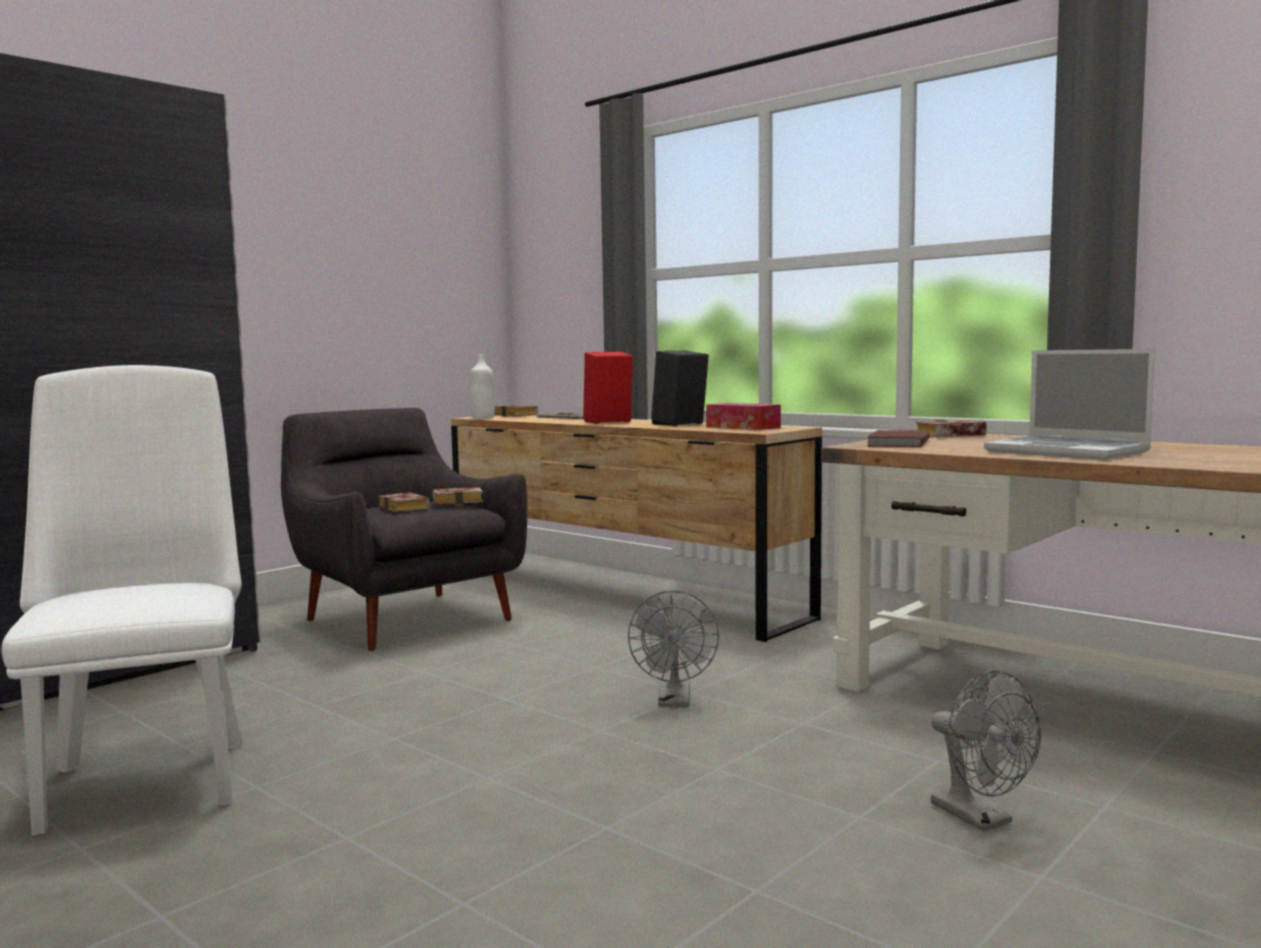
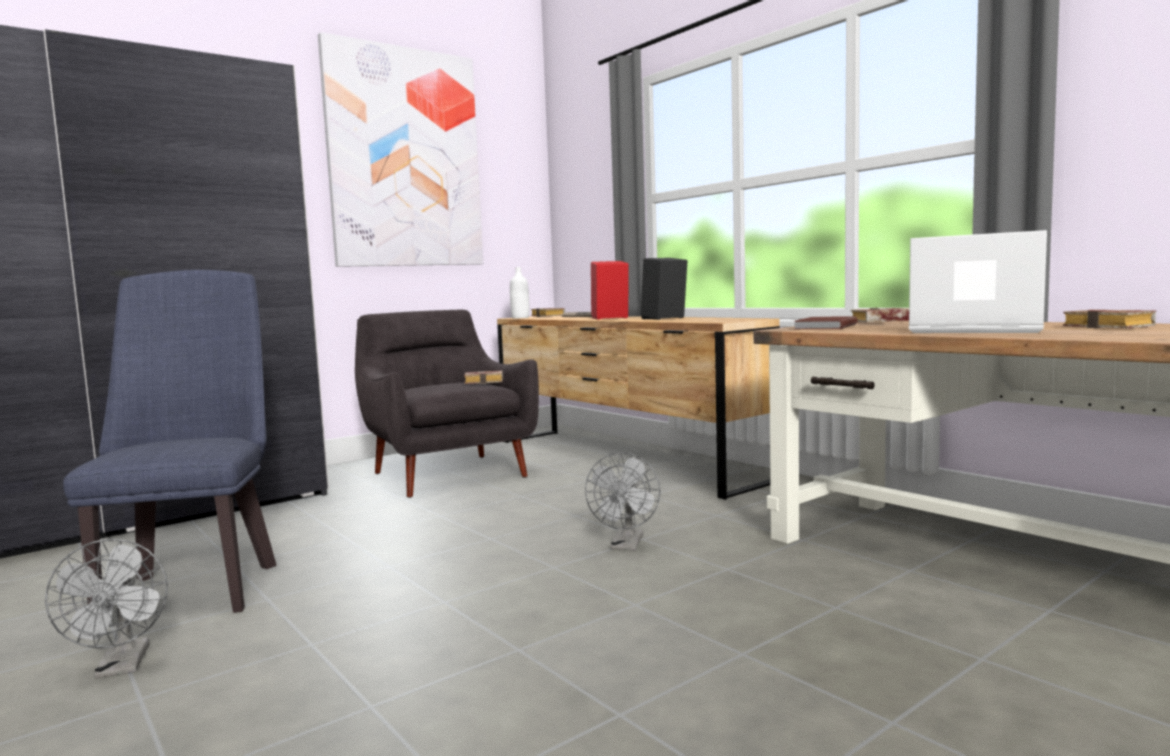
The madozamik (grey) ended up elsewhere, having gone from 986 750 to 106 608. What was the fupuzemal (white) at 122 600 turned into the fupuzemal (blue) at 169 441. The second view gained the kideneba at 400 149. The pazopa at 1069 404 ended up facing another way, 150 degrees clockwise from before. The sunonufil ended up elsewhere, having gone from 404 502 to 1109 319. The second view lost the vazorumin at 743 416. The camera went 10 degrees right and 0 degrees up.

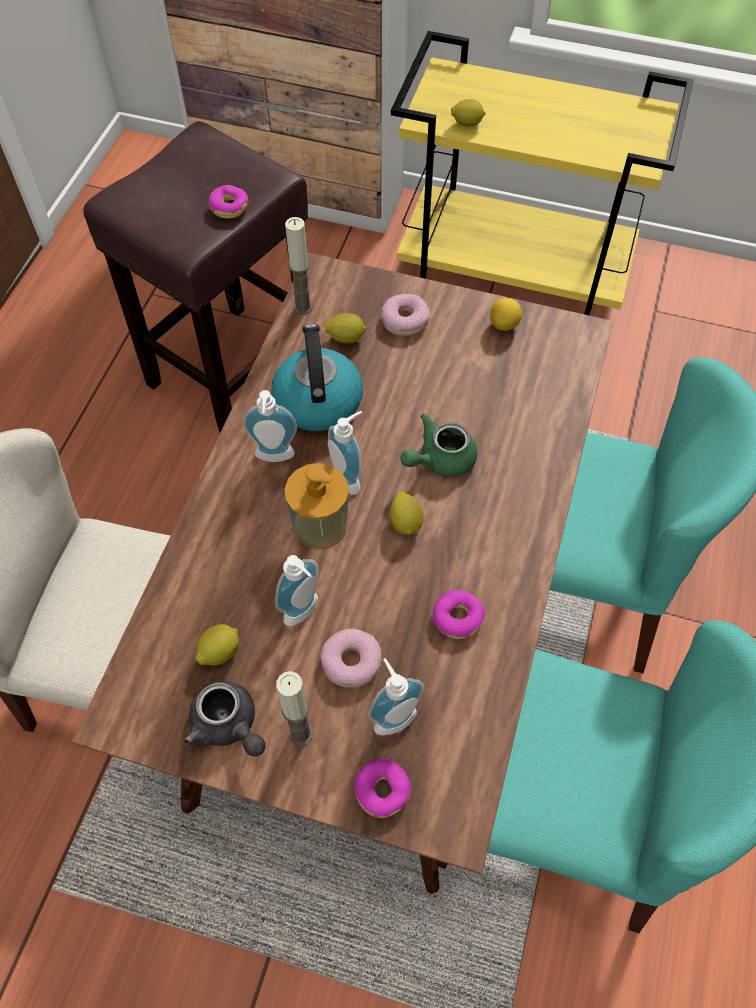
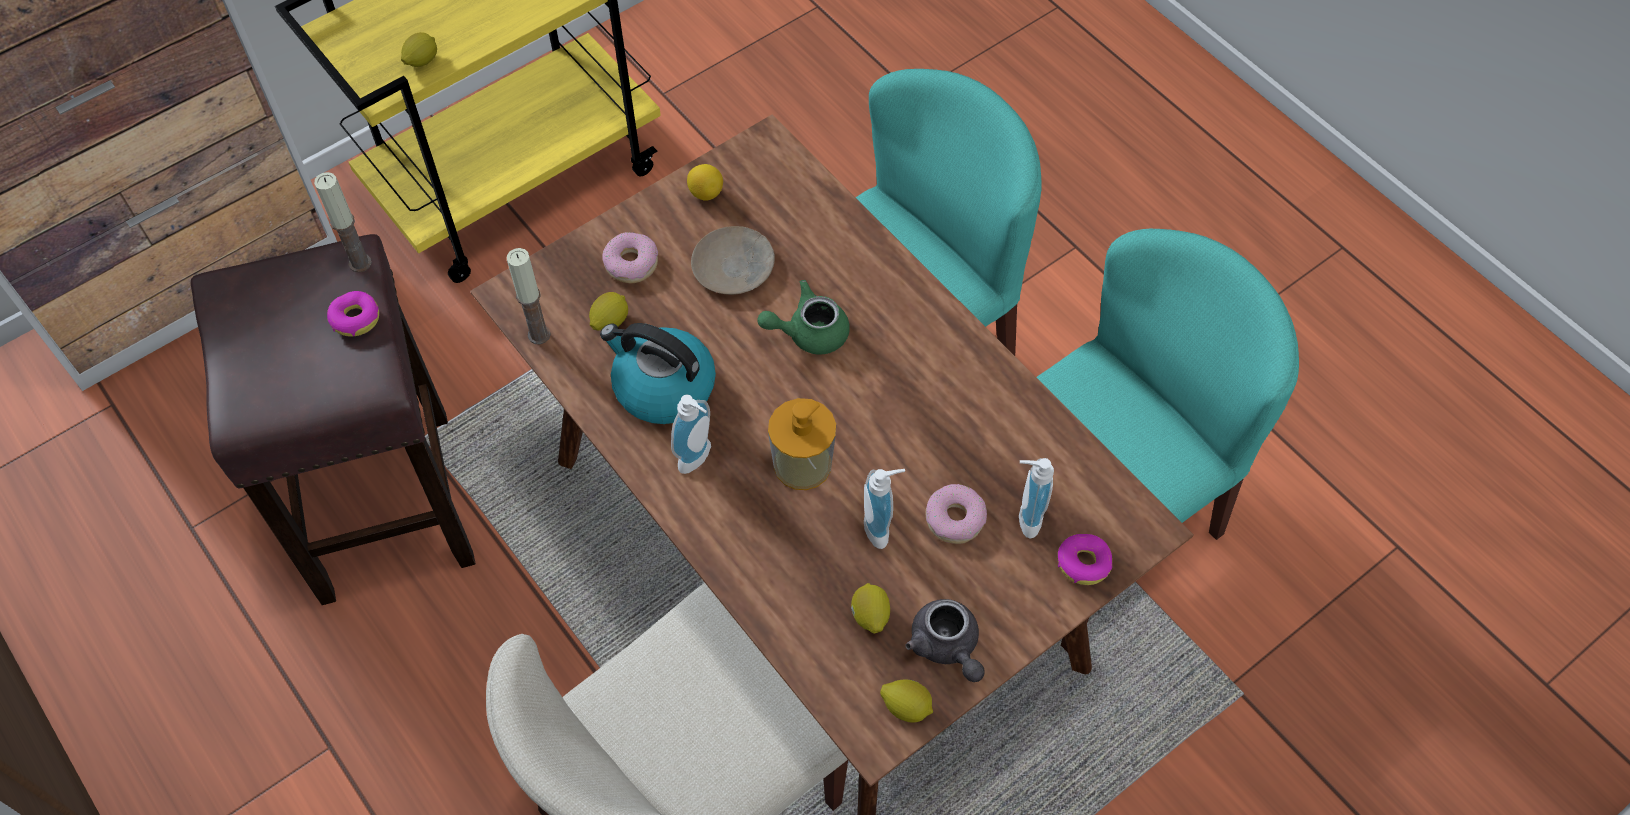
The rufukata ended up elsewhere, having gone from 294 708 to 343 222. The second view gained the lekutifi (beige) at 733 260. The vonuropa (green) at 439 445 ended up facing another way, 75 degrees clockwise from before. The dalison ended up elsewhere, having gone from 407 513 to 906 701. The vonuropa (grey) at 224 718 ended up facing another way, 75 degrees clockwise from before. The second view lost the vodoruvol at 345 453. The second view lost the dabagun at 459 614. The camera went 55 degrees left and 0 degrees up.

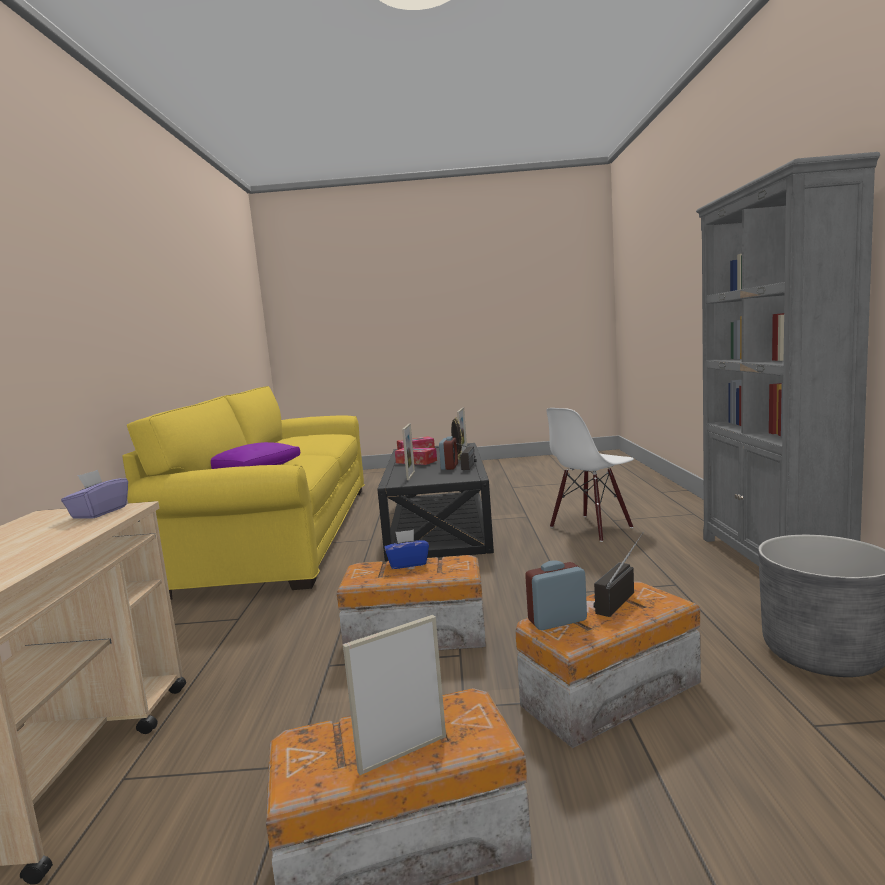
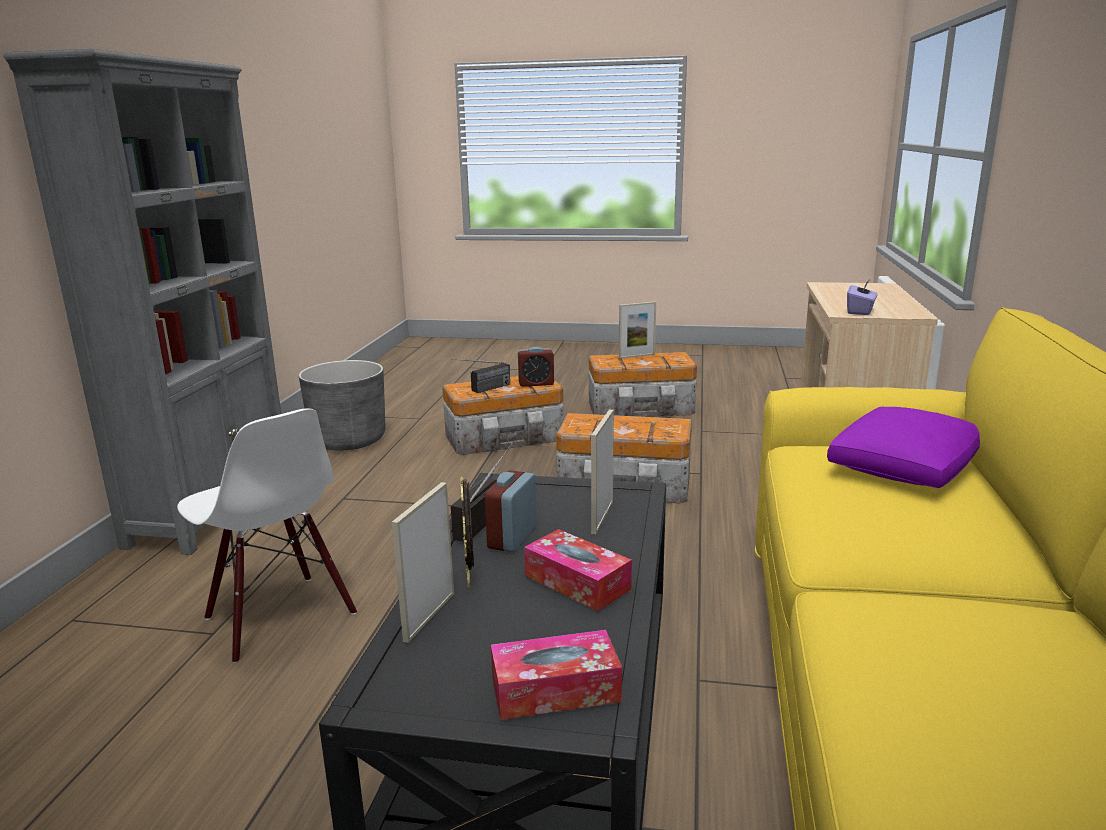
The fupuzemal (white) at 590 475 ended up facing another way, 75 degrees clockwise from before. The second view lost the vazorumin (blue) at 406 549. The camera went 170 degrees left and 10 degrees up.

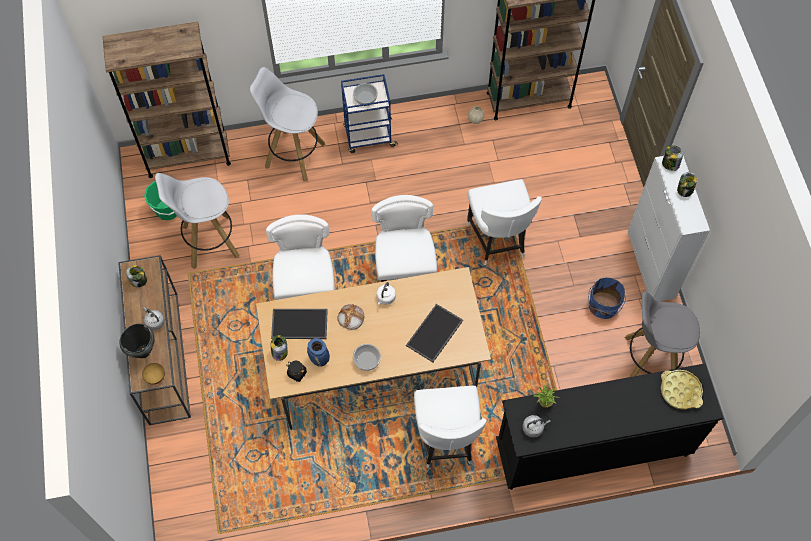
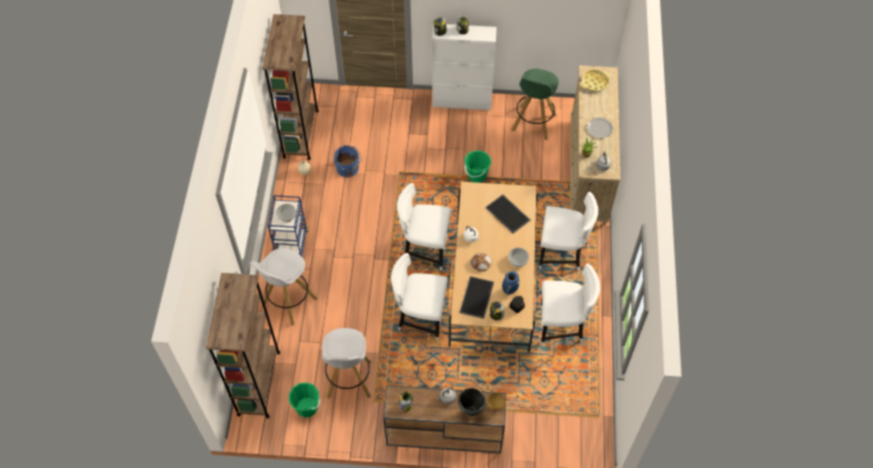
The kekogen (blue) ended up elsewhere, having gone from 607 298 to 348 161. The second view gained the kekogen (green) at 477 167. What was the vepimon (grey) at 662 334 turned into the vepimon (green) at 535 104. The fupuzemal (white) ended up elsewhere, having gone from 504 222 to 570 304. What was the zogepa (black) at 609 426 turned into the zogepa (beige) at 595 145. The second view gained the lekutifi at 600 127. The camera went 75 degrees left and 5 degrees down.

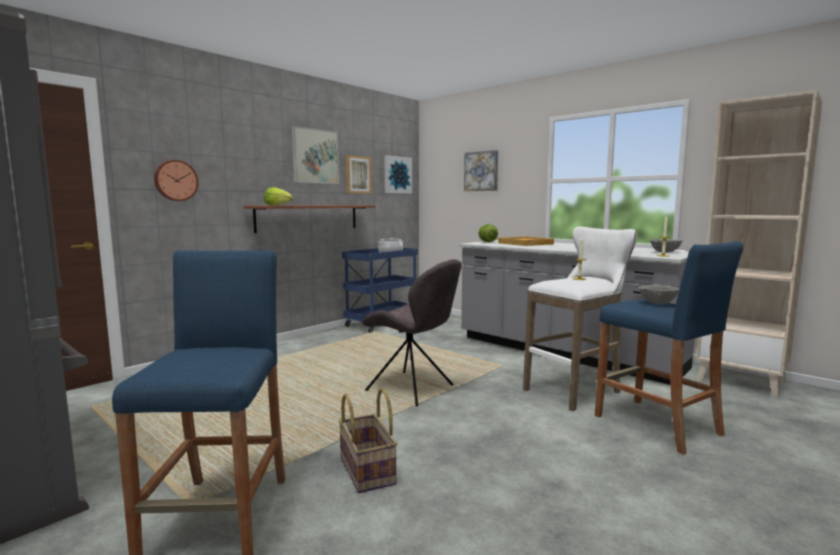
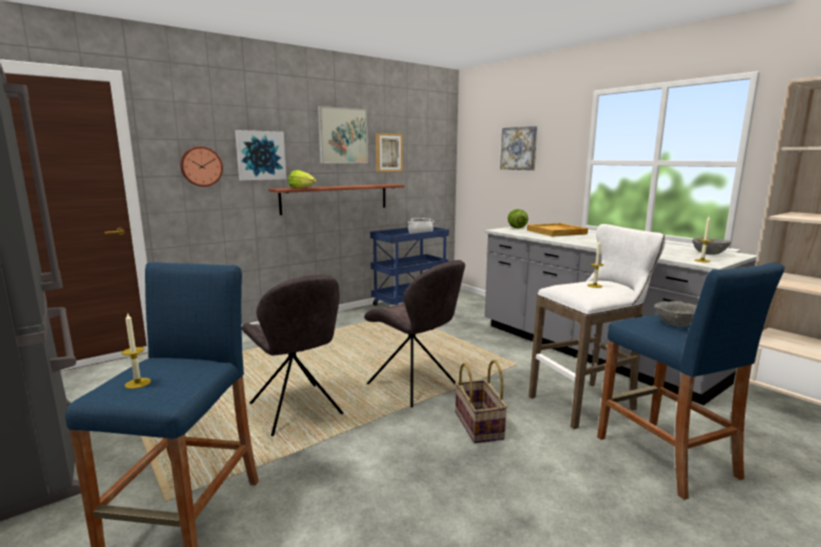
The second view gained the rufukata at 136 350. The kideneba ended up elsewhere, having gone from 398 174 to 261 155. The second view gained the fupuzemal (grey) at 292 355. The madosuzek ended up elsewhere, having gone from 367 440 to 481 401. The camera went 10 degrees right and 5 degrees up.

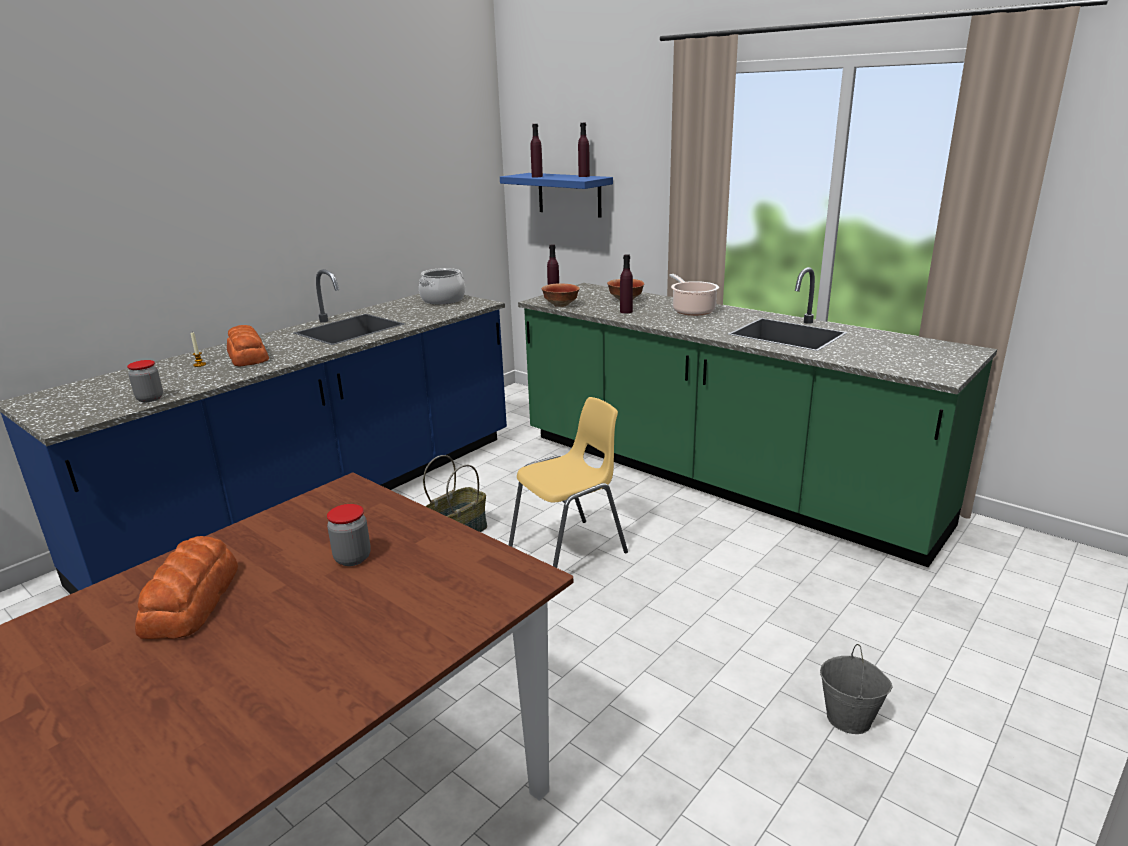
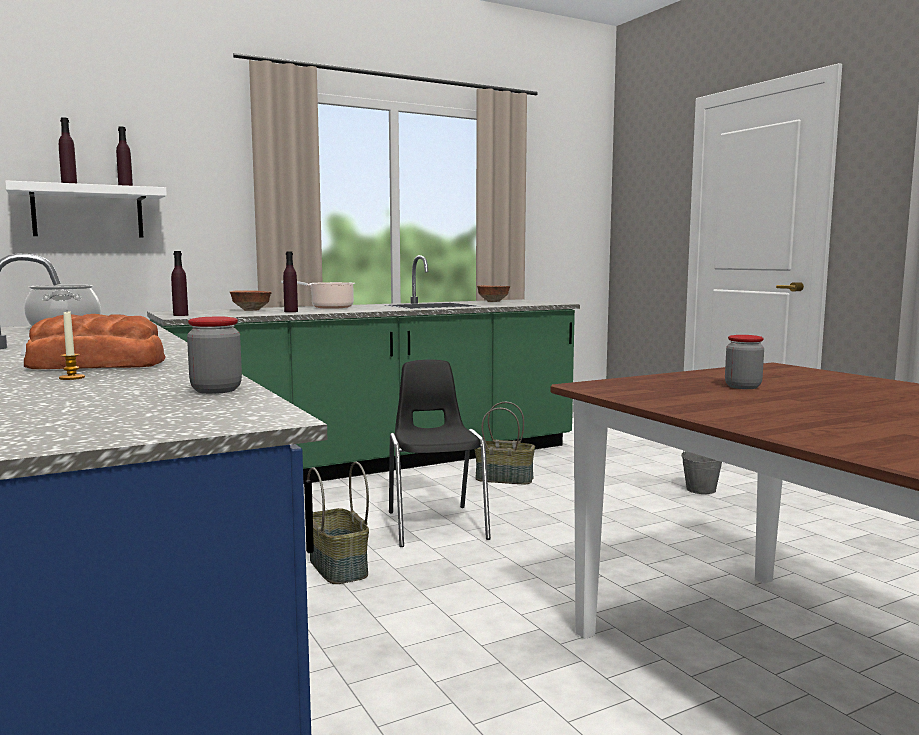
What was the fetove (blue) at 556 195 turned into the fetove (white) at 86 209. What was the fupuzemal (yellow) at 568 482 turned into the fupuzemal (black) at 440 453. The second view gained the madosuzek at 504 443. The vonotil ended up elsewhere, having gone from 561 295 to 493 293. The second view lost the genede at 186 587. The camera went 70 degrees left and 15 degrees down.

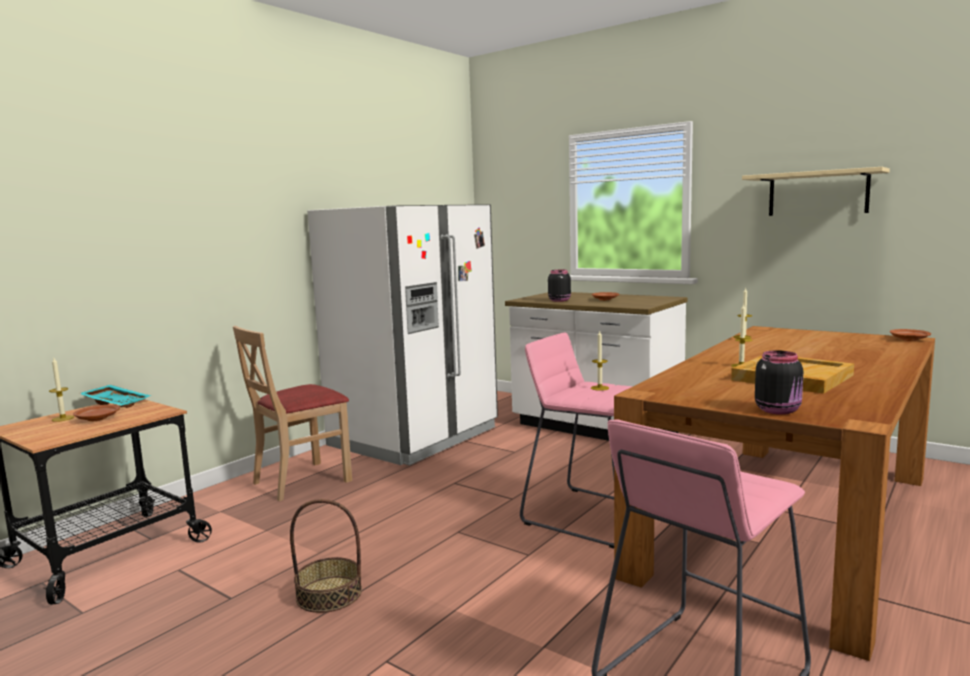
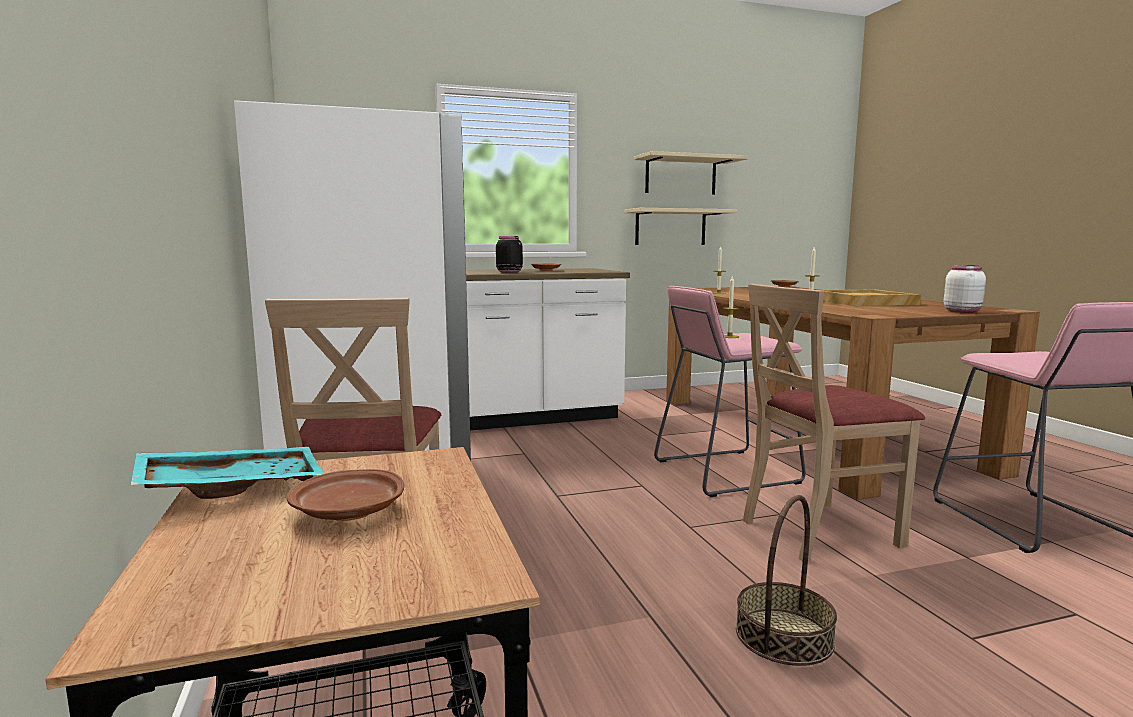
The second view gained the fetove (beige) at 680 226. The second view gained the fupuzemal (beige) at 834 423. What was the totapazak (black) at 779 382 turned into the totapazak (white) at 965 289. The second view lost the rufukata at 61 390. The camera went 55 degrees left and 0 degrees up.

